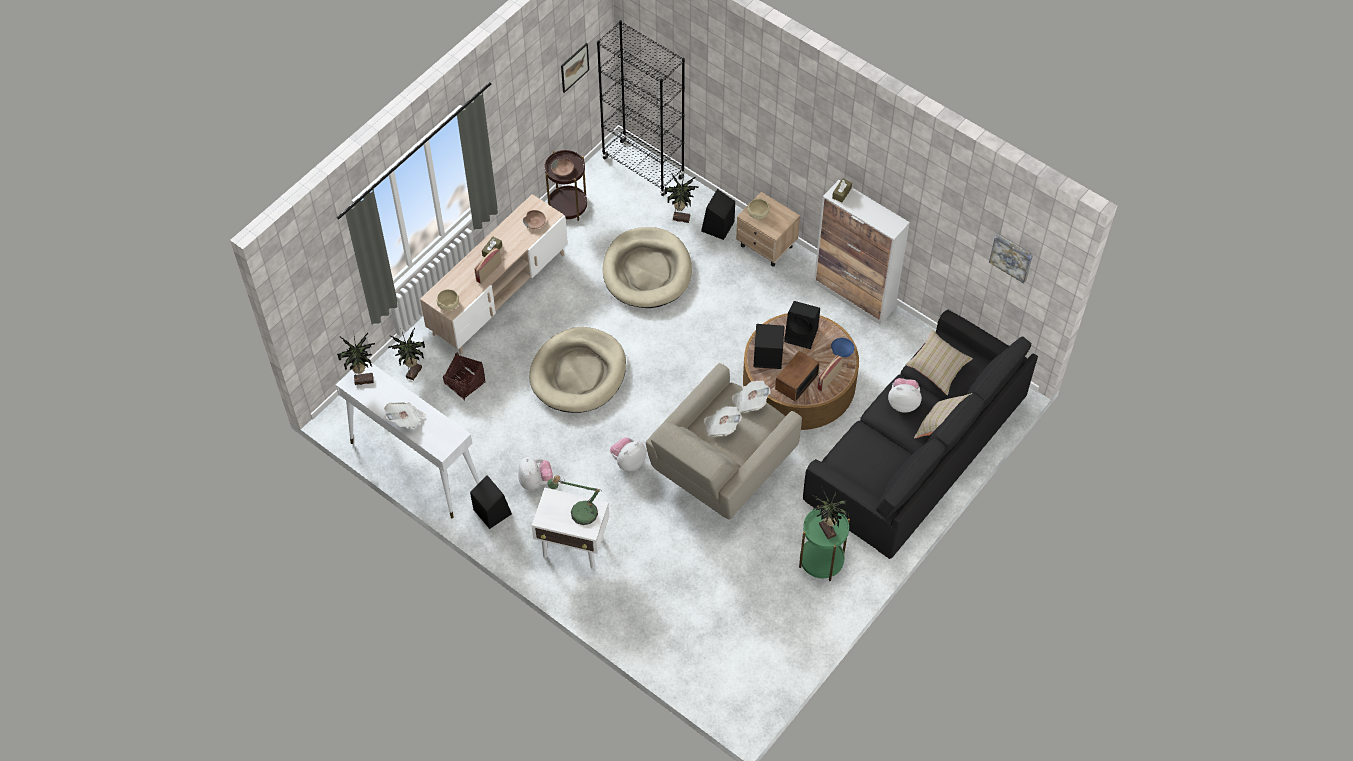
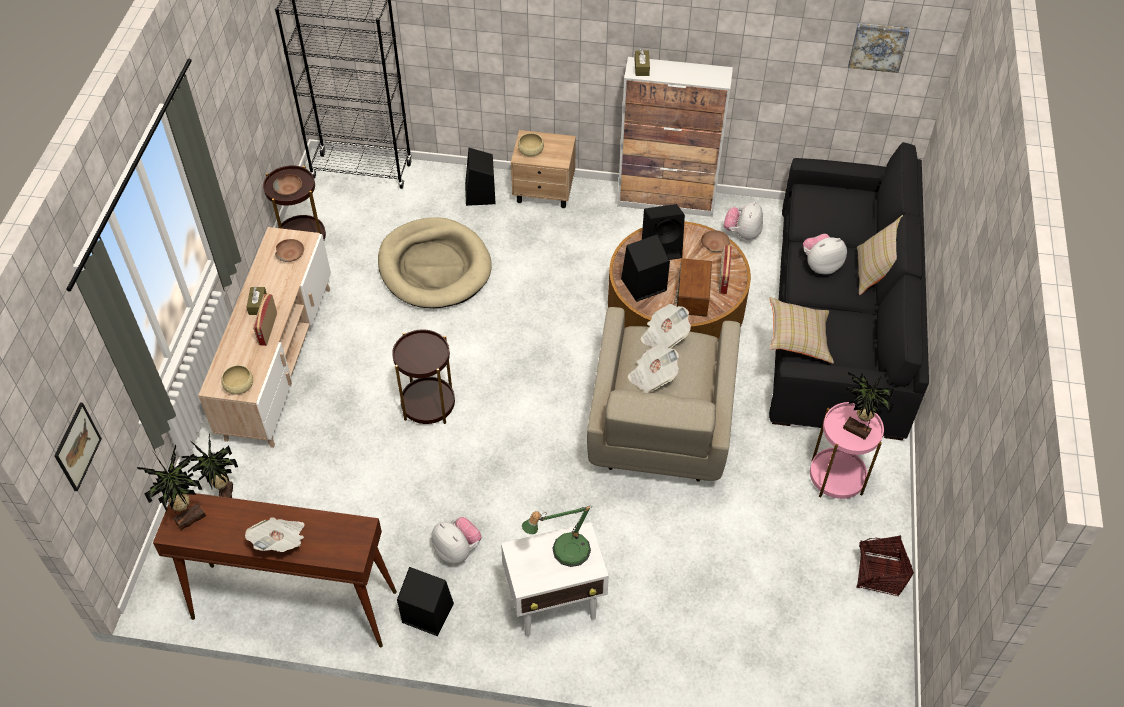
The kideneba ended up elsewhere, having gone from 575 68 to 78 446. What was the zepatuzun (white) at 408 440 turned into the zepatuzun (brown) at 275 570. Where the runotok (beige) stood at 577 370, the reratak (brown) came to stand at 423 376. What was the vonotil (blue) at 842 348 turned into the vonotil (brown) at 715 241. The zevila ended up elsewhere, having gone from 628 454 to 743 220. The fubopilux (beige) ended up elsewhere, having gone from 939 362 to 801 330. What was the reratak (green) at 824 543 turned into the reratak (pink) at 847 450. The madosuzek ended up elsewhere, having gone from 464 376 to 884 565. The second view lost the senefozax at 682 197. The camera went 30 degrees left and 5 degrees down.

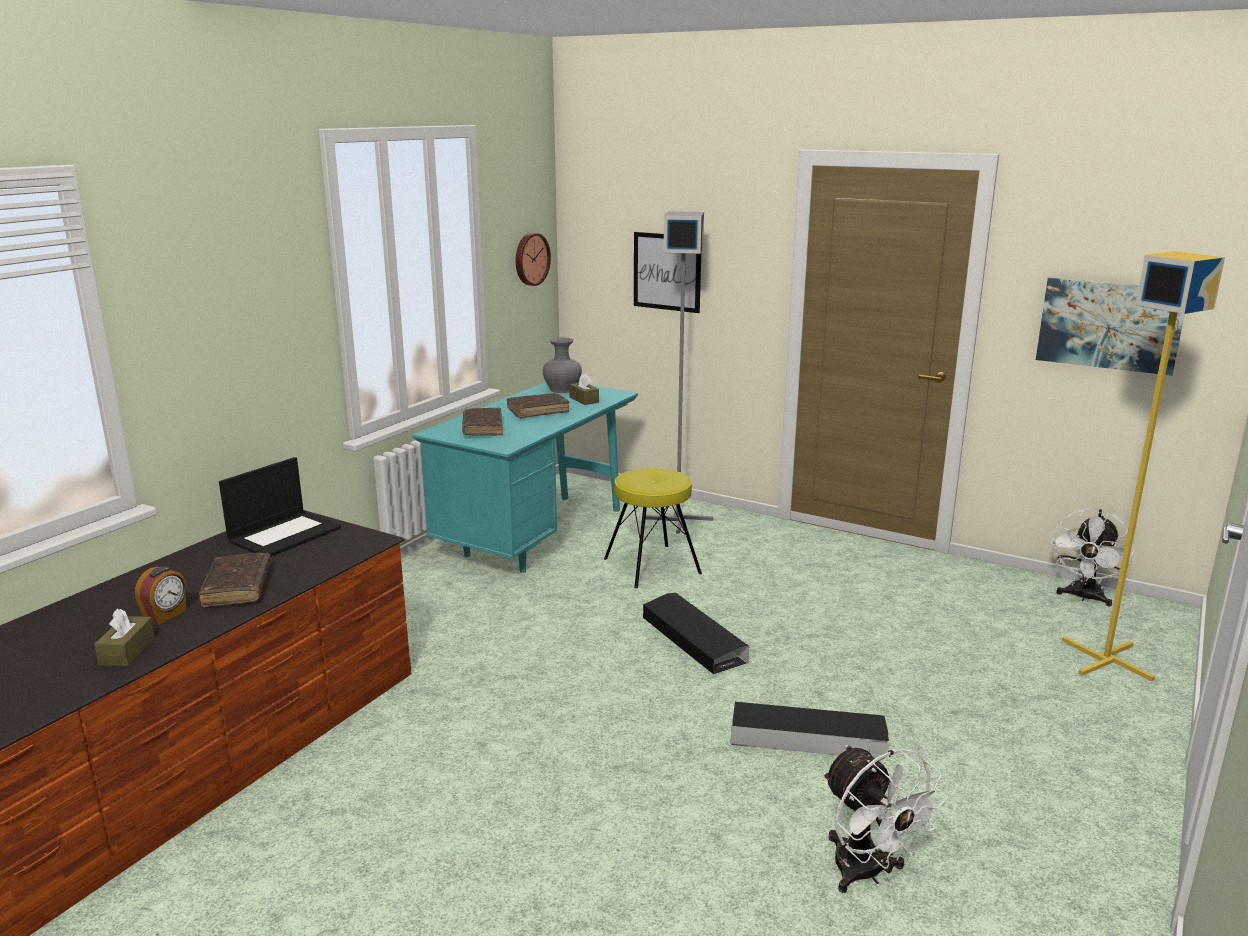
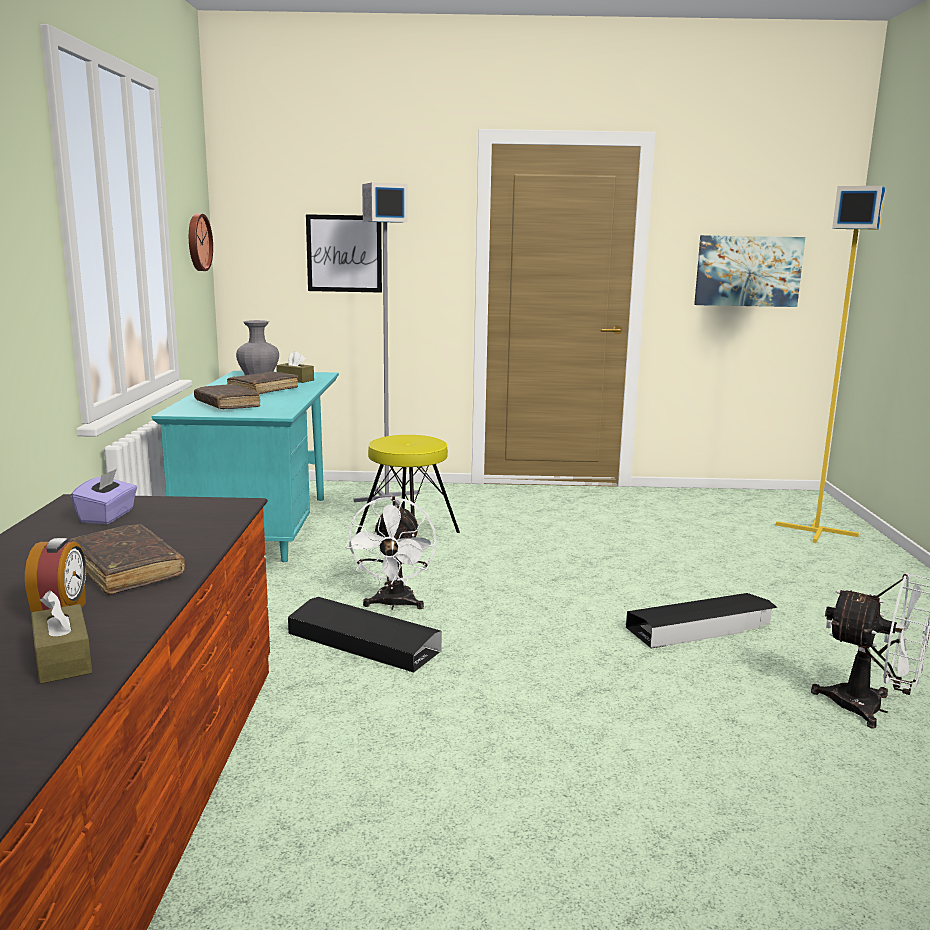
Where the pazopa stood at 280 507, the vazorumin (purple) came to stand at 104 496. The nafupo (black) ended up elsewhere, having gone from 696 633 to 365 635. The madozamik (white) ended up elsewhere, having gone from 1092 557 to 391 553. The camera went 30 degrees left and 5 degrees down.

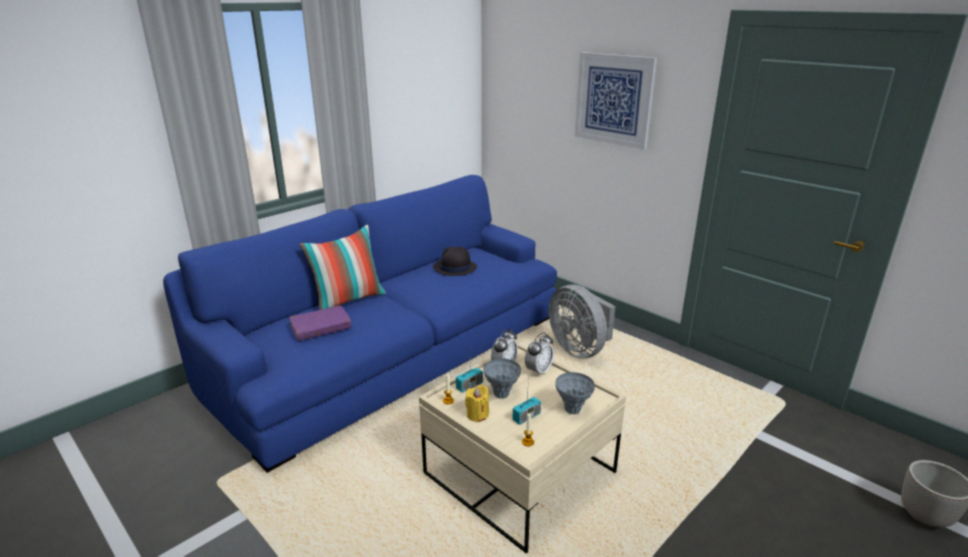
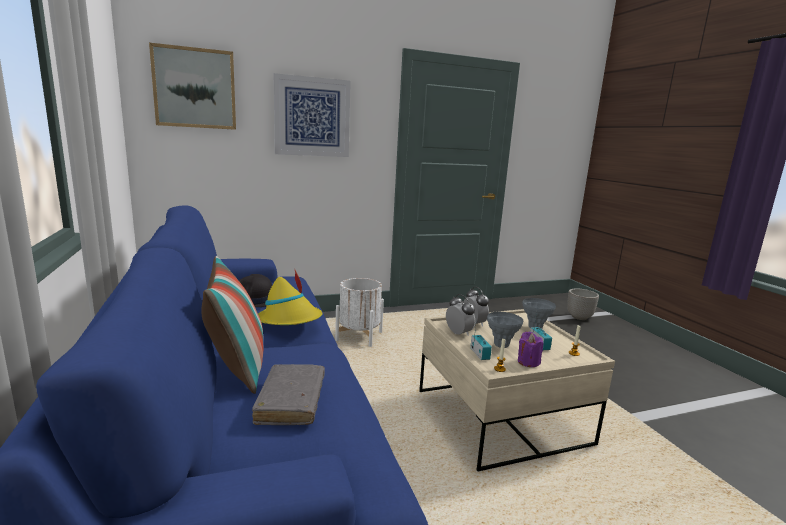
The second view gained the kideneba at 192 86. What was the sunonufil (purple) at 320 323 turned into the sunonufil (grey) at 288 394. The second view gained the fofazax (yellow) at 290 297. Where the madozamik (grey) stood at 582 321, the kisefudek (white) came to stand at 359 312. What was the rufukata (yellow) at 477 403 turned into the rufukata (purple) at 530 349. The camera went 65 degrees left and 10 degrees down.

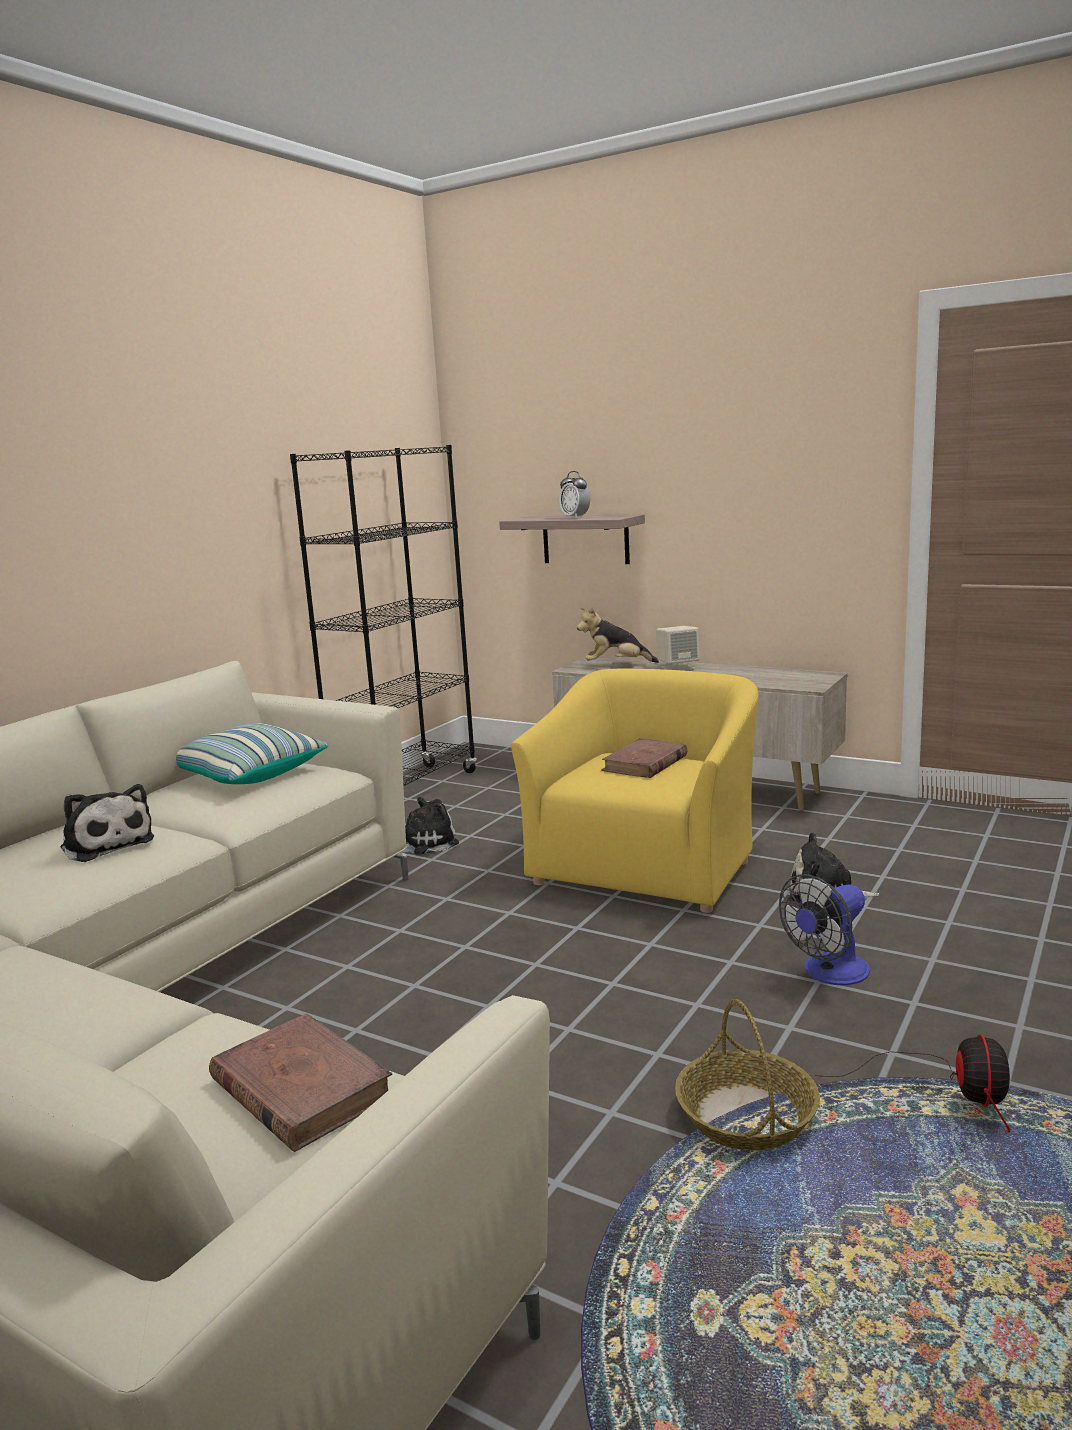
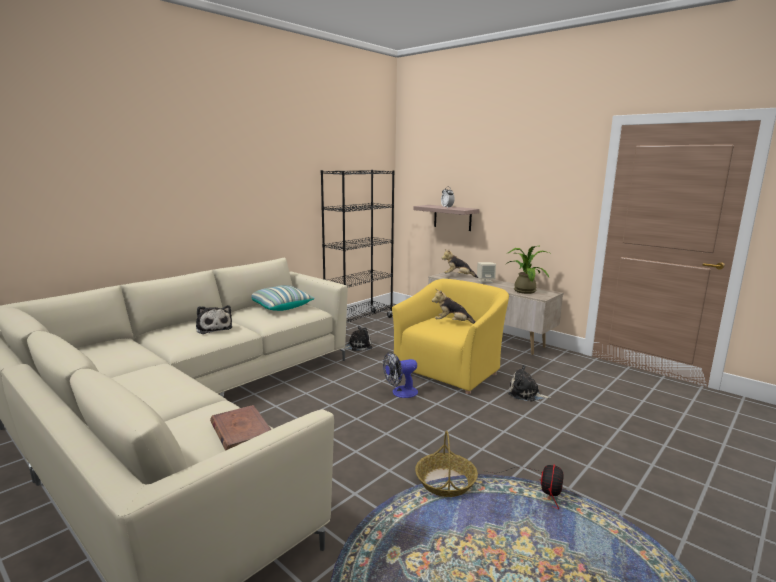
The madozamik ended up elsewhere, having gone from 824 929 to 400 375. Where the sunonufil (brown) stood at 644 758, the zevila came to stand at 454 306. The second view gained the senefozax at 529 270. The camera went 10 degrees right and 0 degrees up.

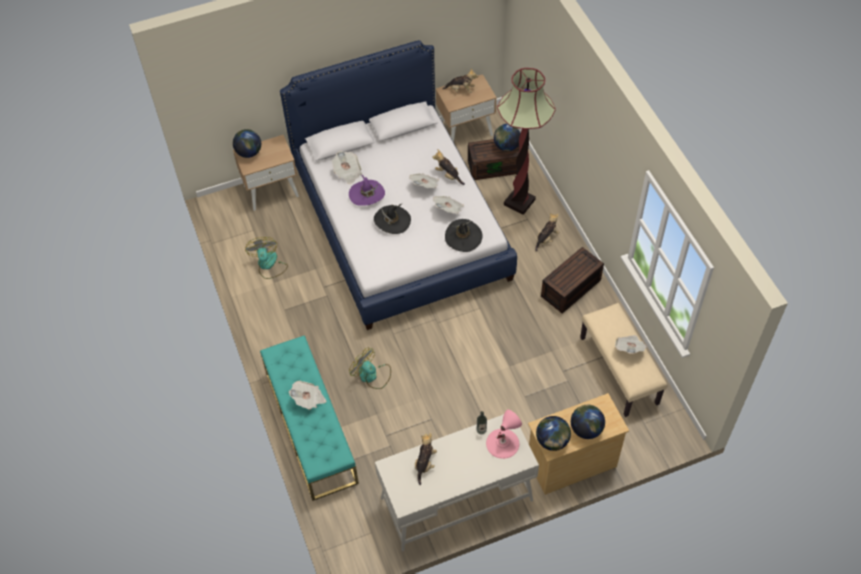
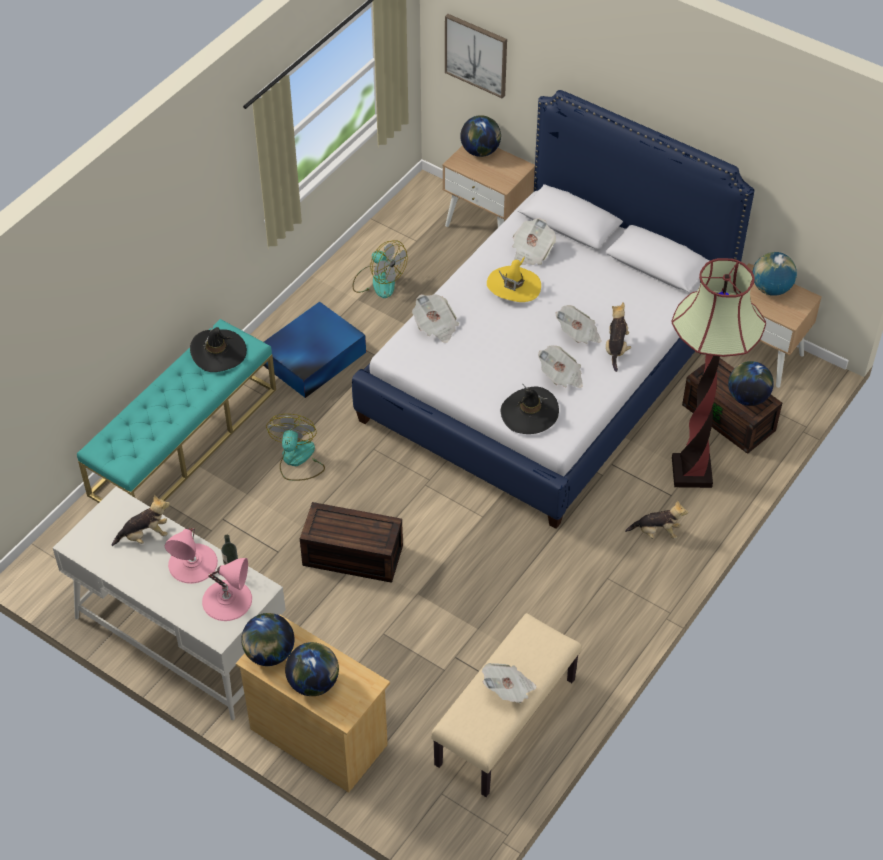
The second view gained the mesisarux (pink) at 191 556. The fofazax (black) ended up elsewhere, having gone from 392 219 to 218 348. The second view gained the nafupo (blue) at 314 350. The nafupo (brown) ended up elsewhere, having gone from 572 280 to 351 542. The madozamik at 266 258 ended up facing another way, 90 degrees clockwise from before. The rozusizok ended up elsewhere, having gone from 307 395 to 435 318. The second view gained the kideneba at 476 56. What was the fofazax (purple) at 367 190 turned into the fofazax (yellow) at 514 279. Where the zevila stood at 460 80, the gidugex came to stand at 775 274. The camera went 55 degrees right and 5 degrees down.

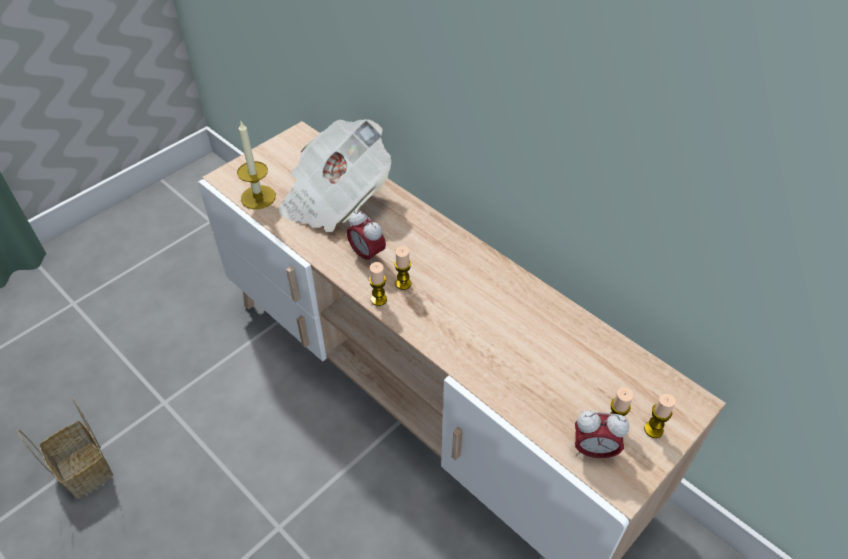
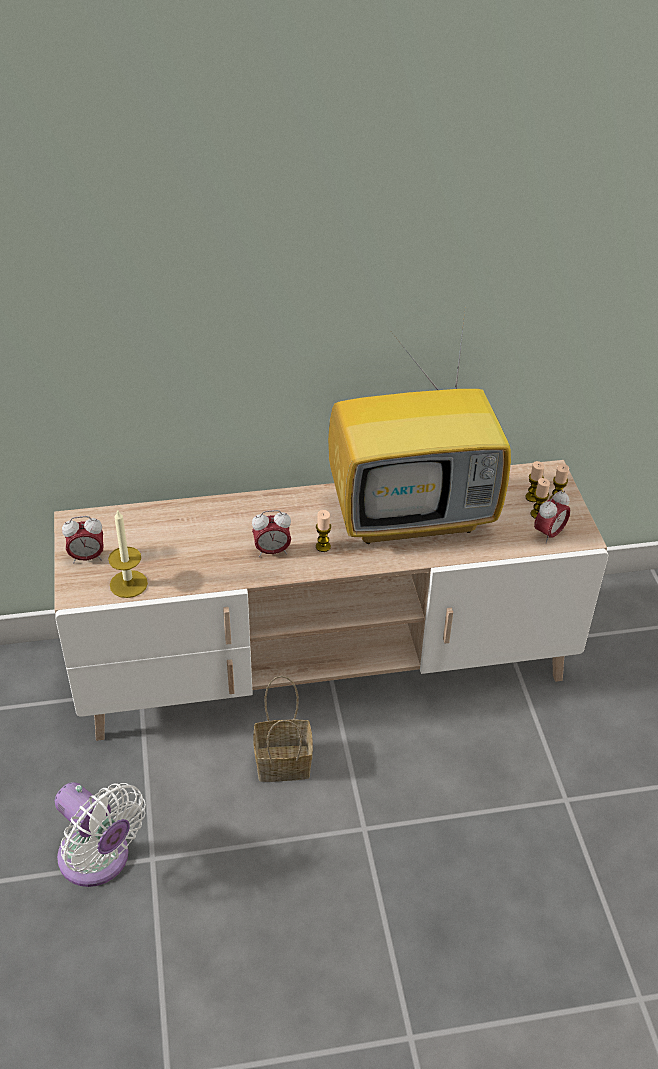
The second view gained the madozamik (white) at 100 834. The second view gained the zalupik at 83 540. The madosuzek ended up elsewhere, having gone from 65 448 to 283 729. The second view gained the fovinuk at 419 424. The rufukata ended up elsewhere, having gone from 378 284 to 534 481. The second view lost the rozusizok at 334 175. The camera went 55 degrees left and 5 degrees down.

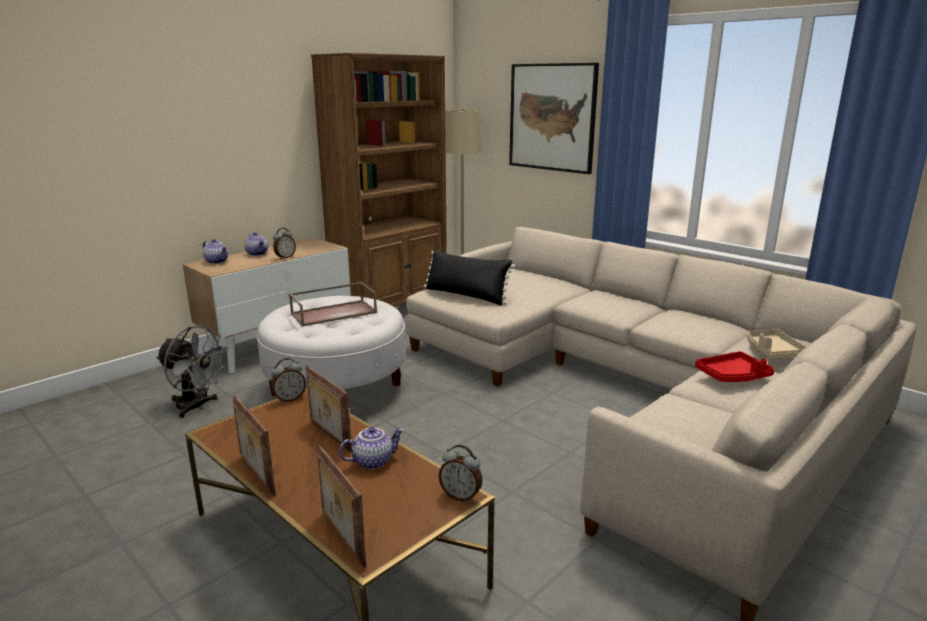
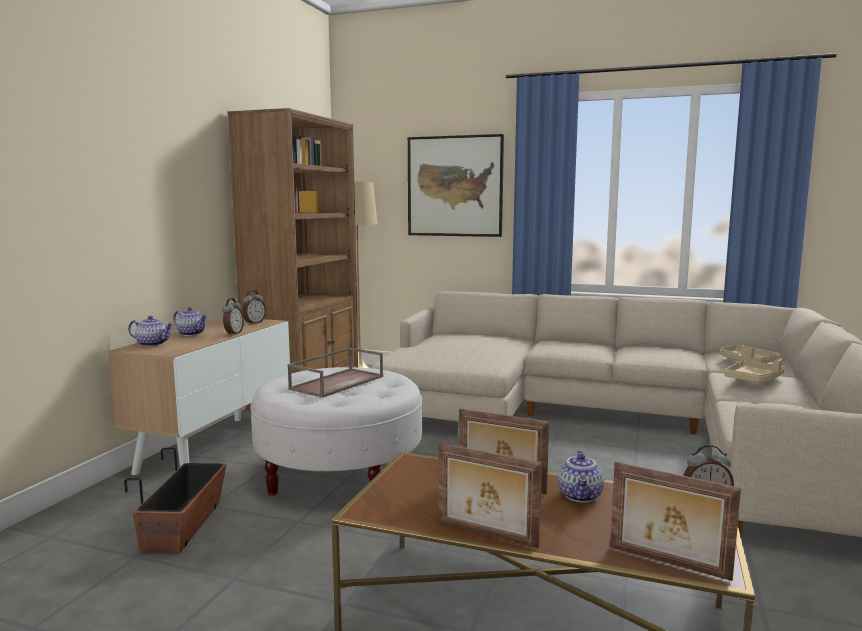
Where the madozamik (grey) stood at 192 372, the kisefudek came to stand at 175 500. The zalupik ended up elsewhere, having gone from 288 380 to 254 307. The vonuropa at 371 448 ended up facing another way, 150 degrees clockwise from before. What was the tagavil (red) at 735 366 turned into the tagavil (beige) at 754 370. The second view lost the fubopilux (black) at 469 277. The camera went 25 degrees left and 10 degrees down.

